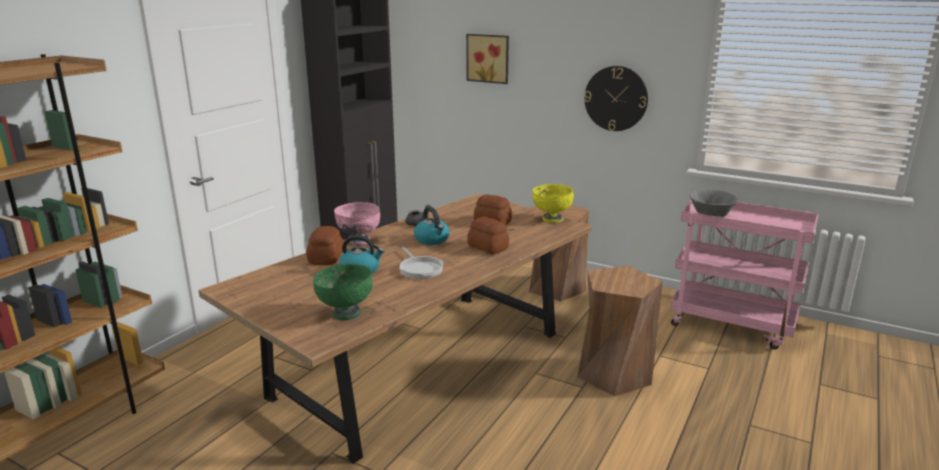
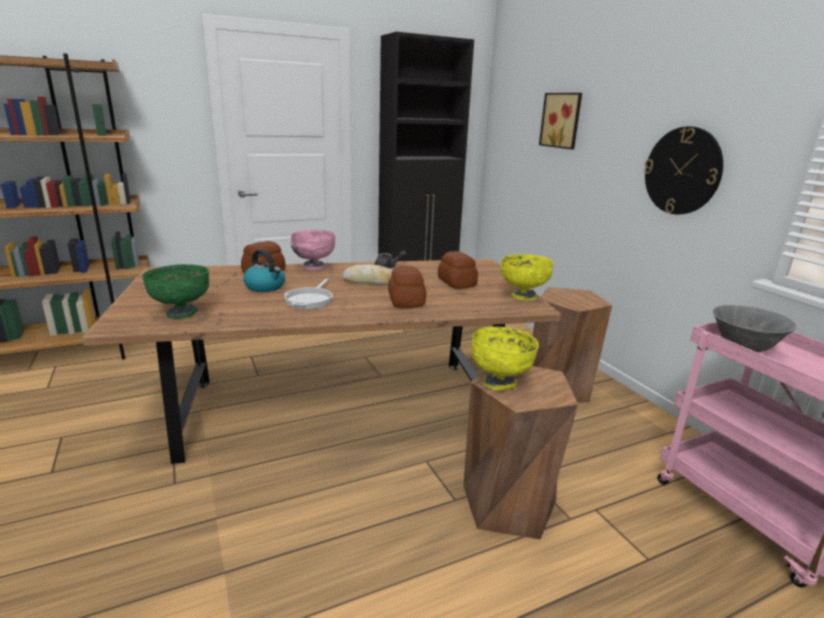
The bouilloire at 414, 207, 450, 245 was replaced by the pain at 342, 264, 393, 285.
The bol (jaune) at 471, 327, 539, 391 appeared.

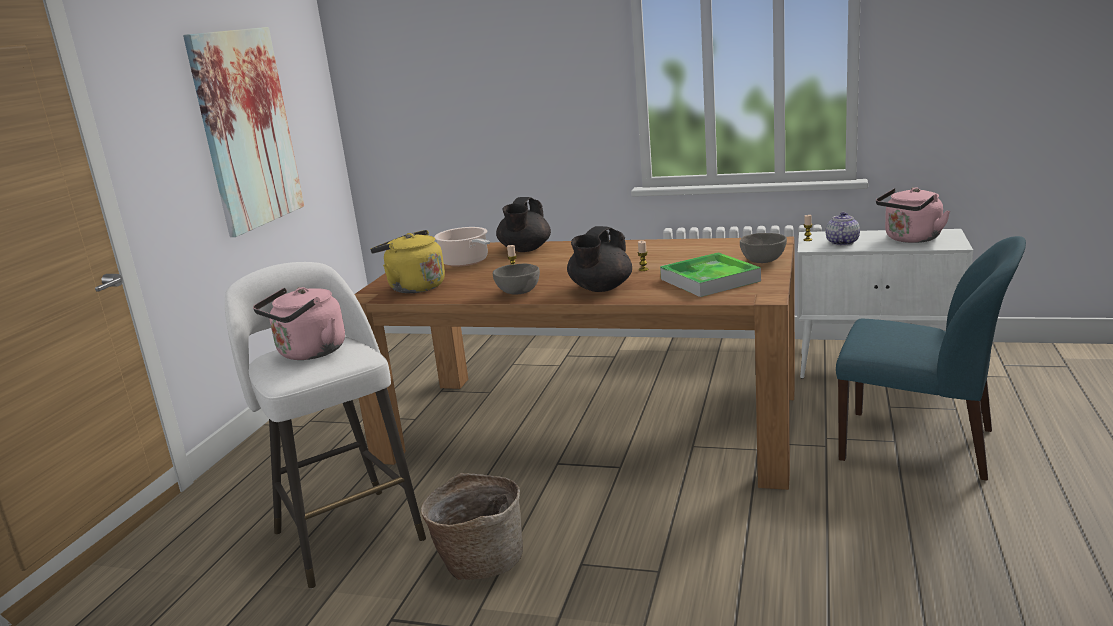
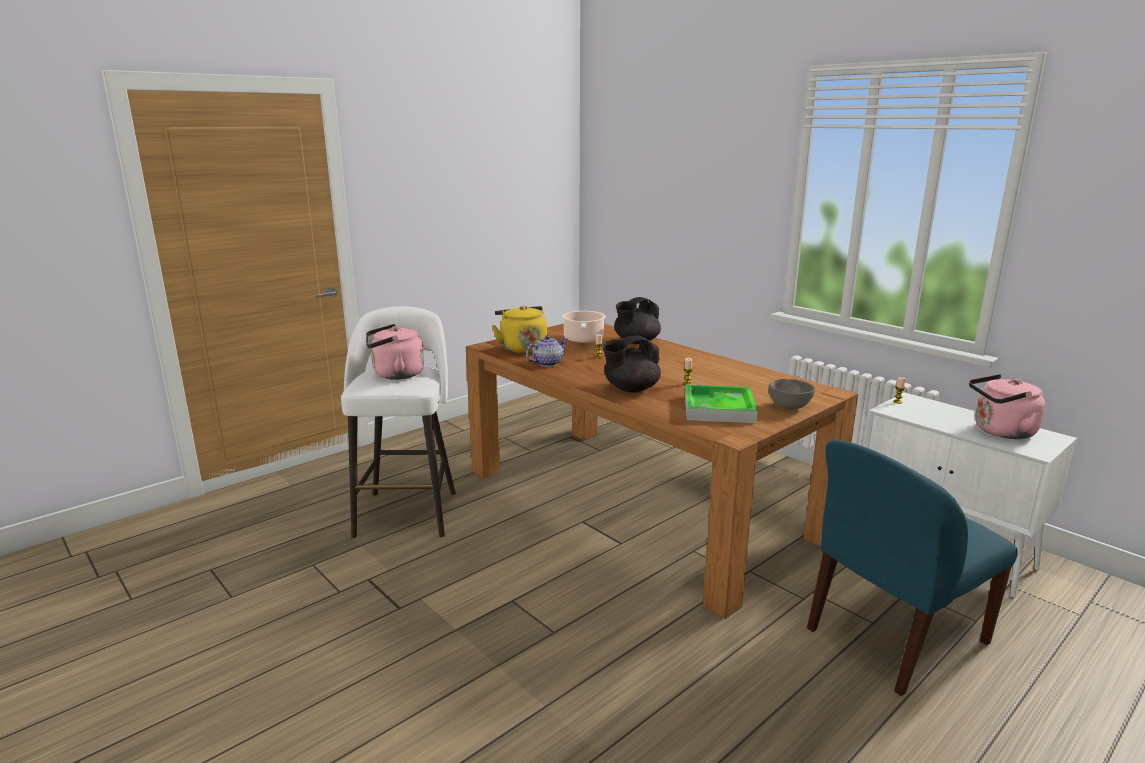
The tableau at 183, 27, 304, 237 disappeared.
The théière moved from 826, 212, 860, 246 to 526, 335, 568, 367.
The chaise (bleu) at 836, 236, 1026, 480 turned 90 degrees clockwise.
The bol (gris) at 493, 264, 540, 295 disappeared.
The panier at 421, 473, 523, 580 disappeared.

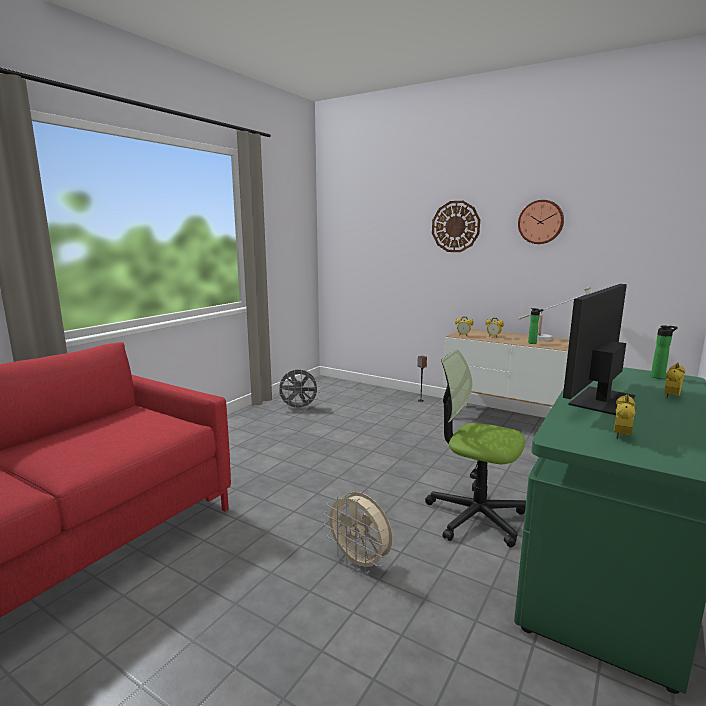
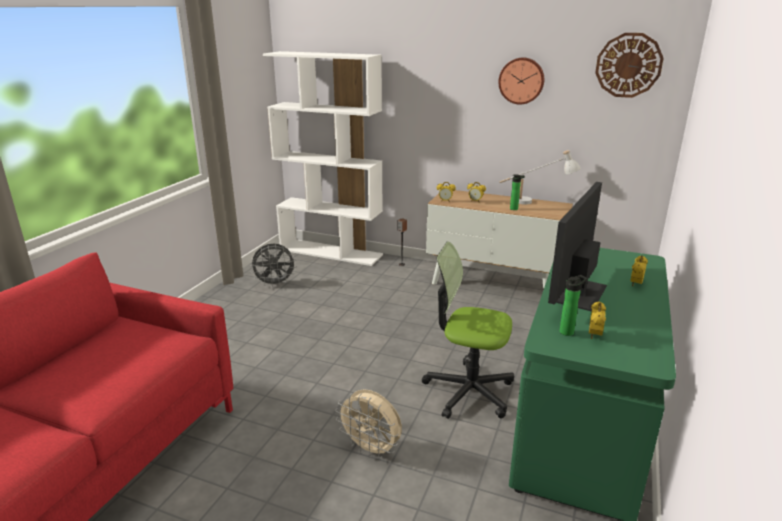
The horloge murale moved from 432, 201, 480, 252 to 595, 33, 664, 98.
The bouteille moved from 651, 325, 678, 379 to 559, 275, 587, 336.
The bibliothèque (blanc) at 263, 51, 383, 266 appeared.

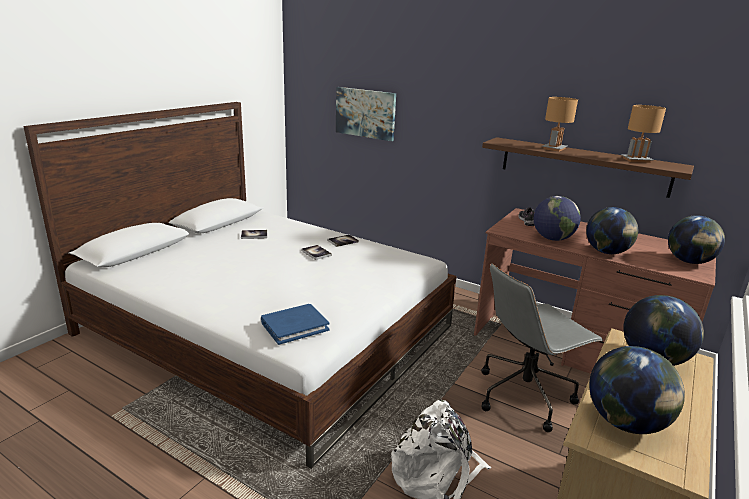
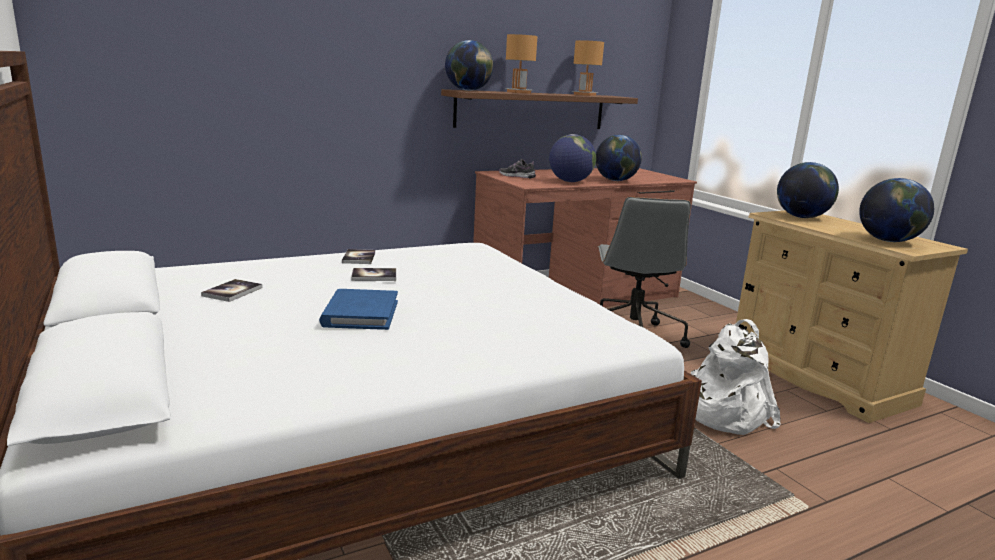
The tableau at 336, 87, 396, 141 disappeared.
The globe moved from 668, 215, 725, 264 to 445, 40, 493, 91.
The livre (bleu) moved from 261, 304, 330, 345 to 319, 289, 398, 330.

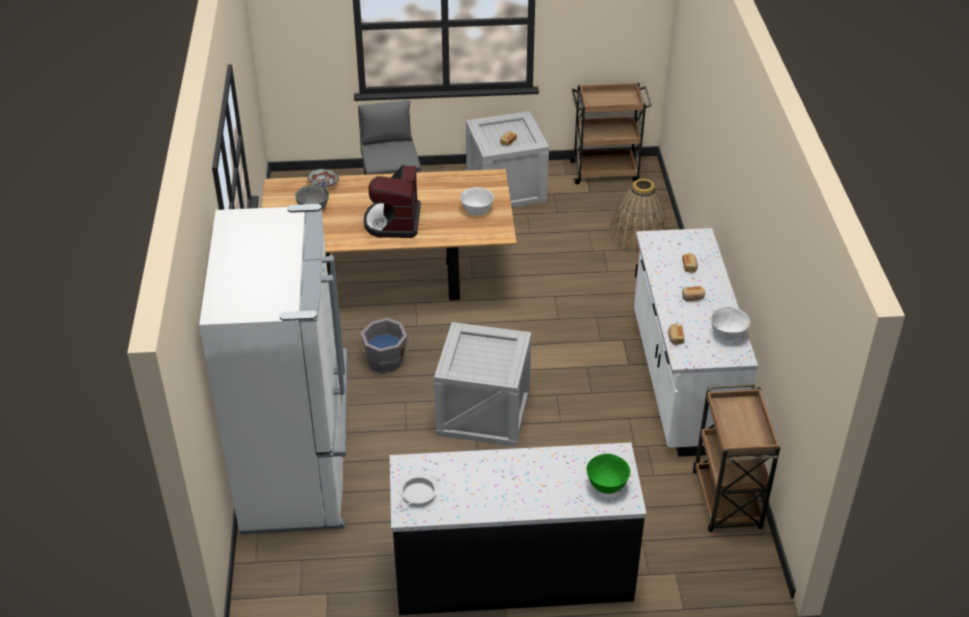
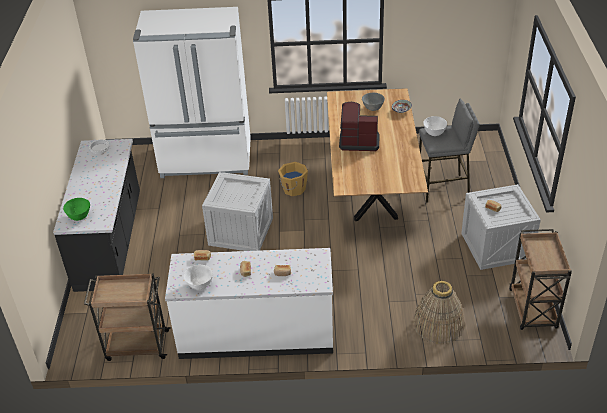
The bol (blanc) moved from 460, 187, 494, 215 to 423, 116, 447, 136.
The seau (gris) at 359, 318, 410, 374 became the seau (orange) at 278, 162, 308, 196.

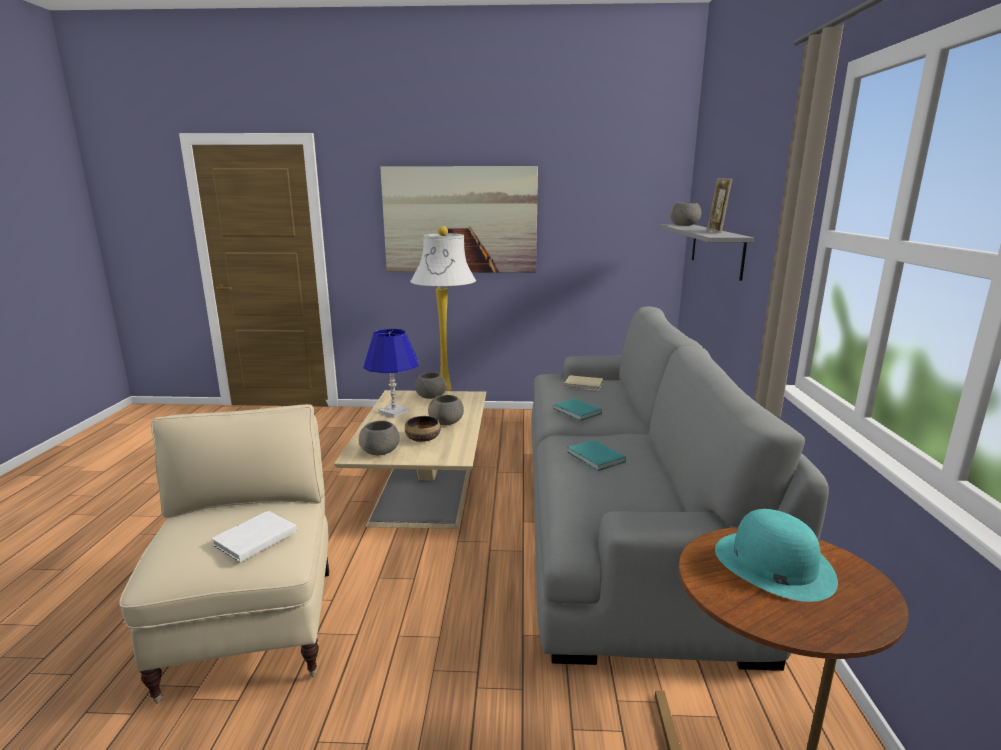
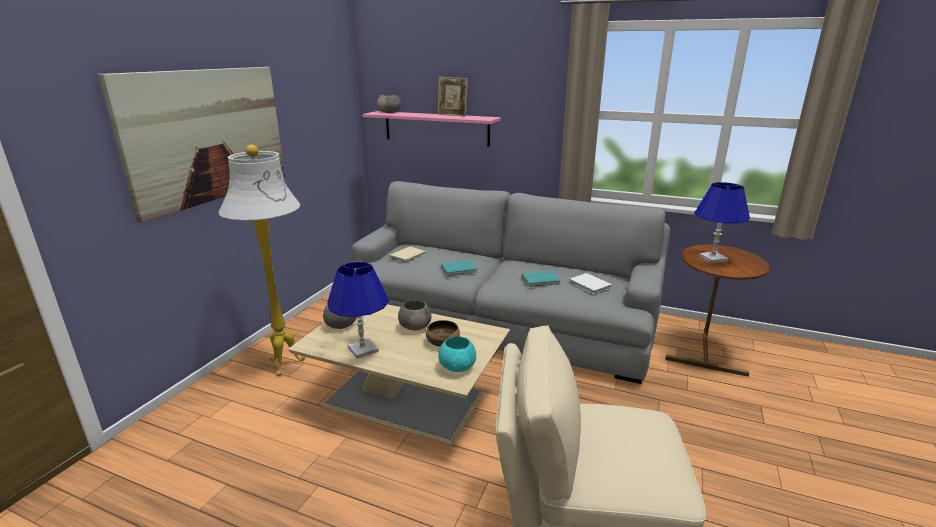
The étagère (gris) at 659, 224, 754, 281 became the étagère (rose) at 363, 111, 501, 147.
The bol (gris) at 359, 421, 400, 455 became the bol (turquoise) at 438, 336, 476, 372.
The chapeau (turquoise) at 715, 509, 838, 602 was replaced by the lampe de table (bleu) at 694, 182, 750, 263.
The livre (blanc) moved from 212, 511, 297, 562 to 569, 273, 612, 294.

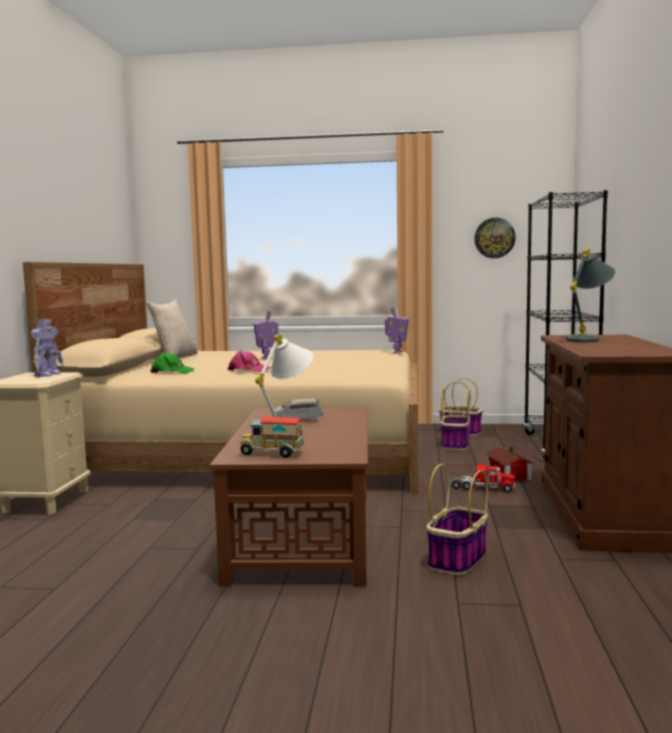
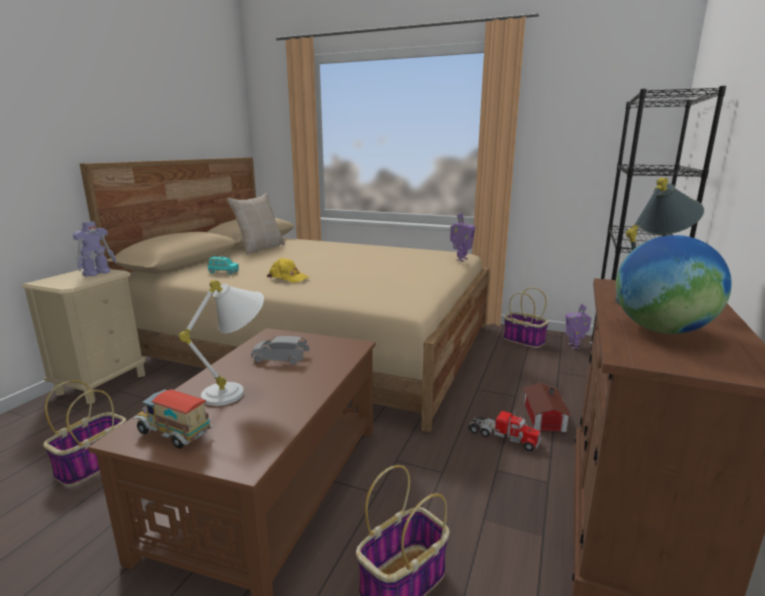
The horloge murale at 474, 218, 516, 258 disappeared.
The robot jouet moved from 254, 311, 278, 359 to 566, 304, 591, 349.
The casquette (rose) at 227, 350, 271, 372 became the casquette (jaune) at 267, 258, 310, 283.
The casquette (vert) at 150, 353, 194, 373 was replaced by the petite voiture (turquoise) at 208, 256, 239, 275.
The panier moved from 441, 388, 470, 450 to 43, 380, 126, 486.
The globe at 616, 235, 732, 334 appeared.

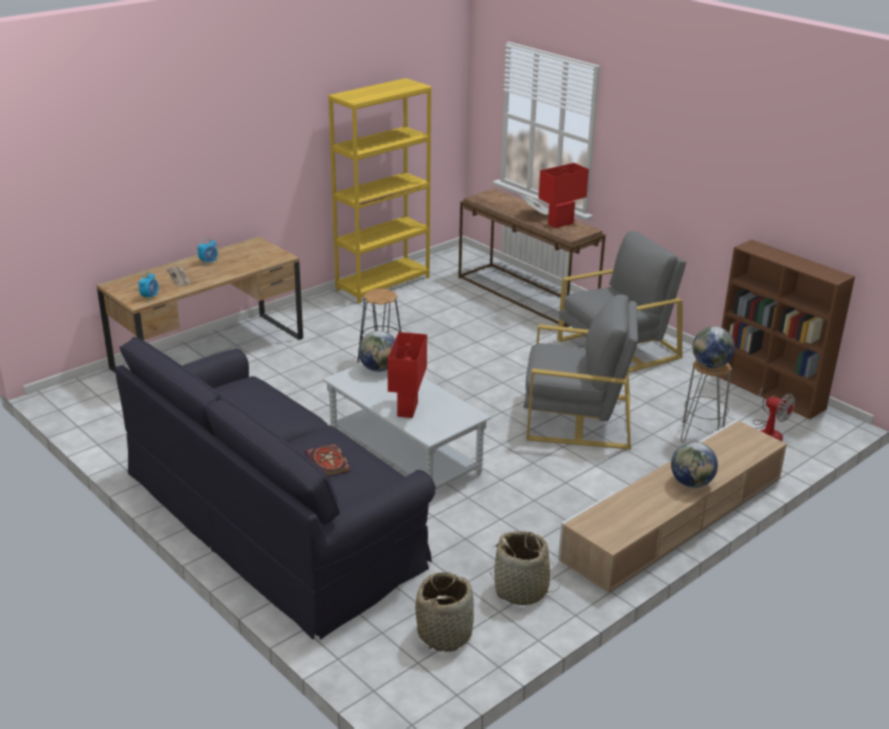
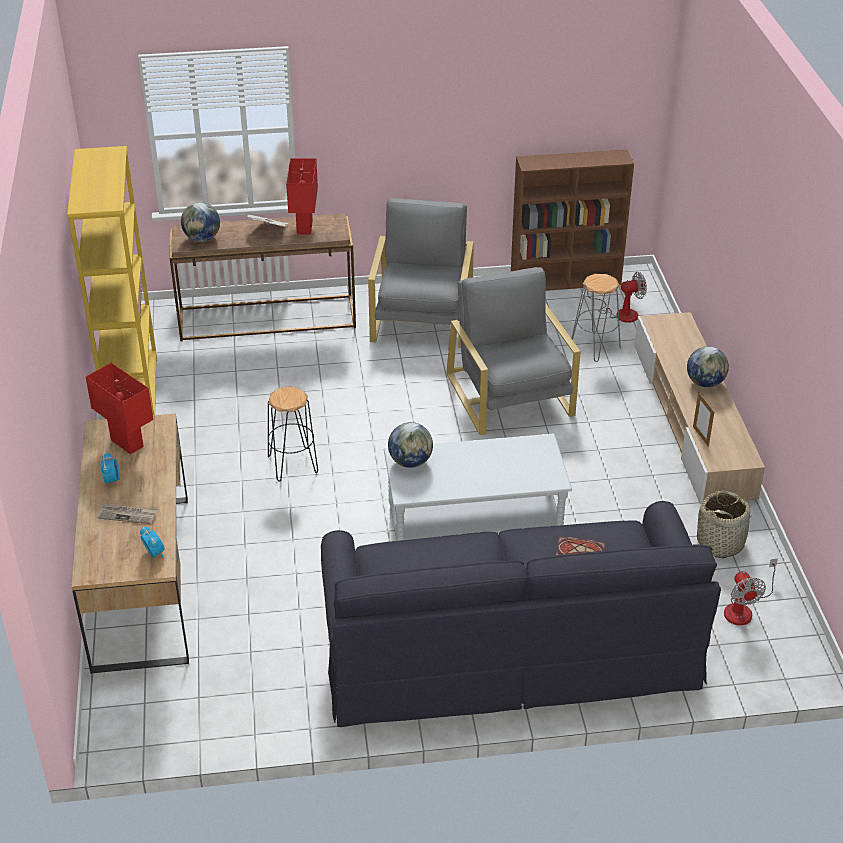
The fauteuil (gris) at 524, 295, 638, 449 turned 60 degrees counterclockwise.
The globe moved from 693, 326, 735, 368 to 181, 202, 220, 242.
The lampe de table (rouge) moved from 387, 332, 427, 418 to 85, 363, 153, 454.
The panier at 415, 572, 474, 652 was replaced by the ventilateur at 724, 559, 778, 625.
The cadre photo at 693, 392, 714, 447 appeared.

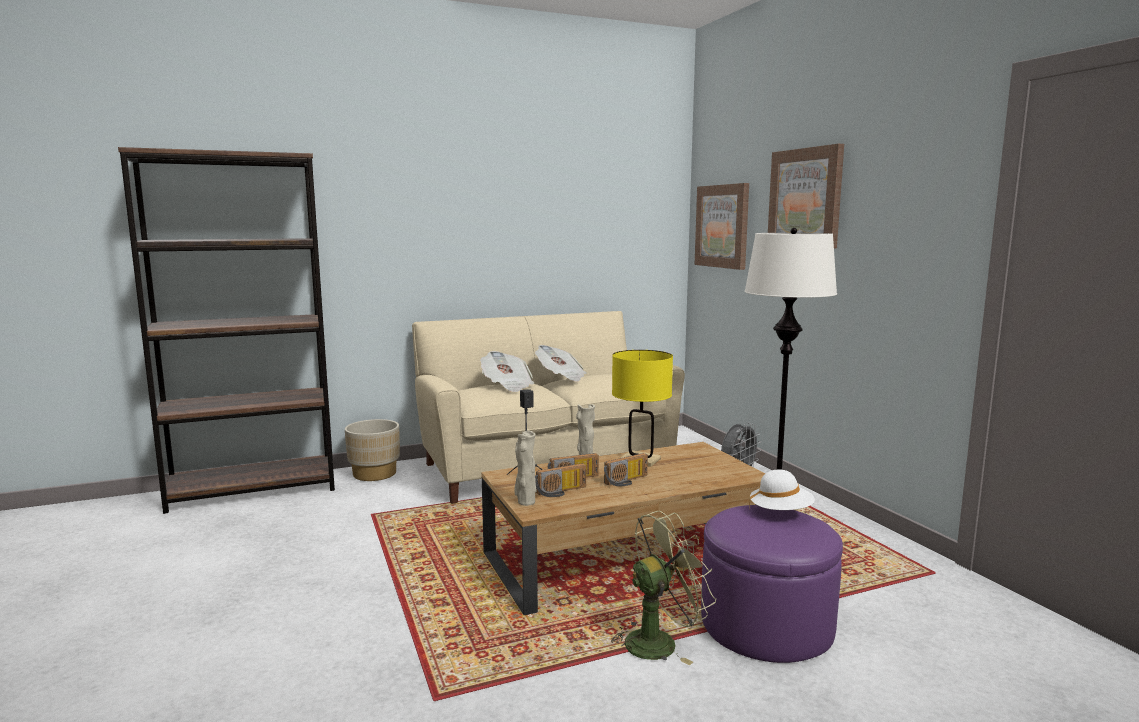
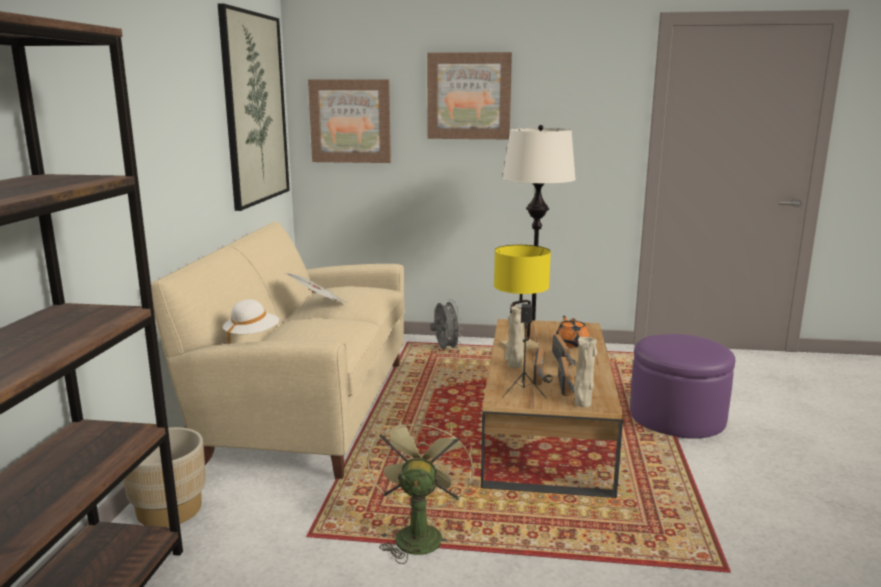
The journal at 480, 351, 534, 392 disappeared.
The chapeau (blanc) moved from 749, 469, 815, 510 to 223, 299, 279, 344.
The ventilateur (vert) moved from 611, 511, 716, 665 to 367, 414, 474, 564.
The tableau at 218, 4, 290, 211 appeared.
The théière (orange) at 556, 316, 589, 348 appeared.

